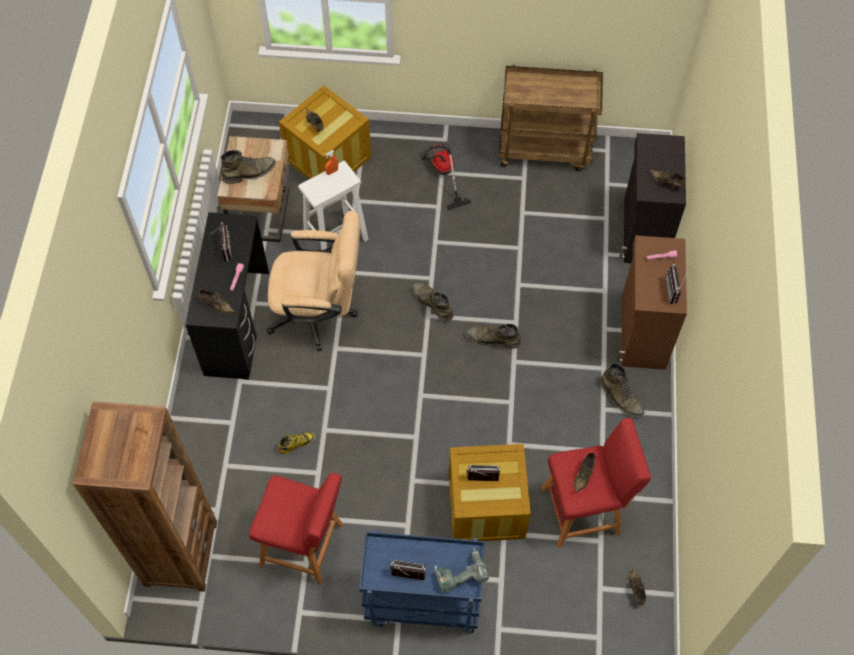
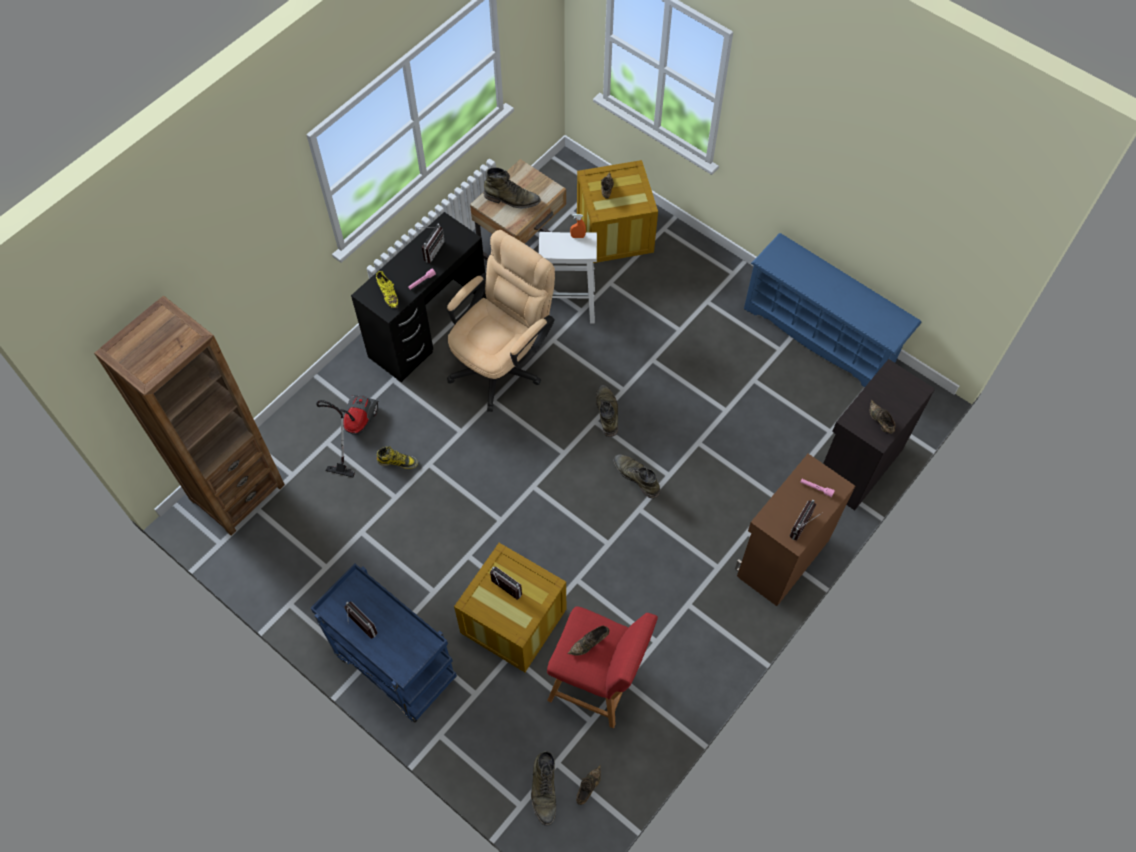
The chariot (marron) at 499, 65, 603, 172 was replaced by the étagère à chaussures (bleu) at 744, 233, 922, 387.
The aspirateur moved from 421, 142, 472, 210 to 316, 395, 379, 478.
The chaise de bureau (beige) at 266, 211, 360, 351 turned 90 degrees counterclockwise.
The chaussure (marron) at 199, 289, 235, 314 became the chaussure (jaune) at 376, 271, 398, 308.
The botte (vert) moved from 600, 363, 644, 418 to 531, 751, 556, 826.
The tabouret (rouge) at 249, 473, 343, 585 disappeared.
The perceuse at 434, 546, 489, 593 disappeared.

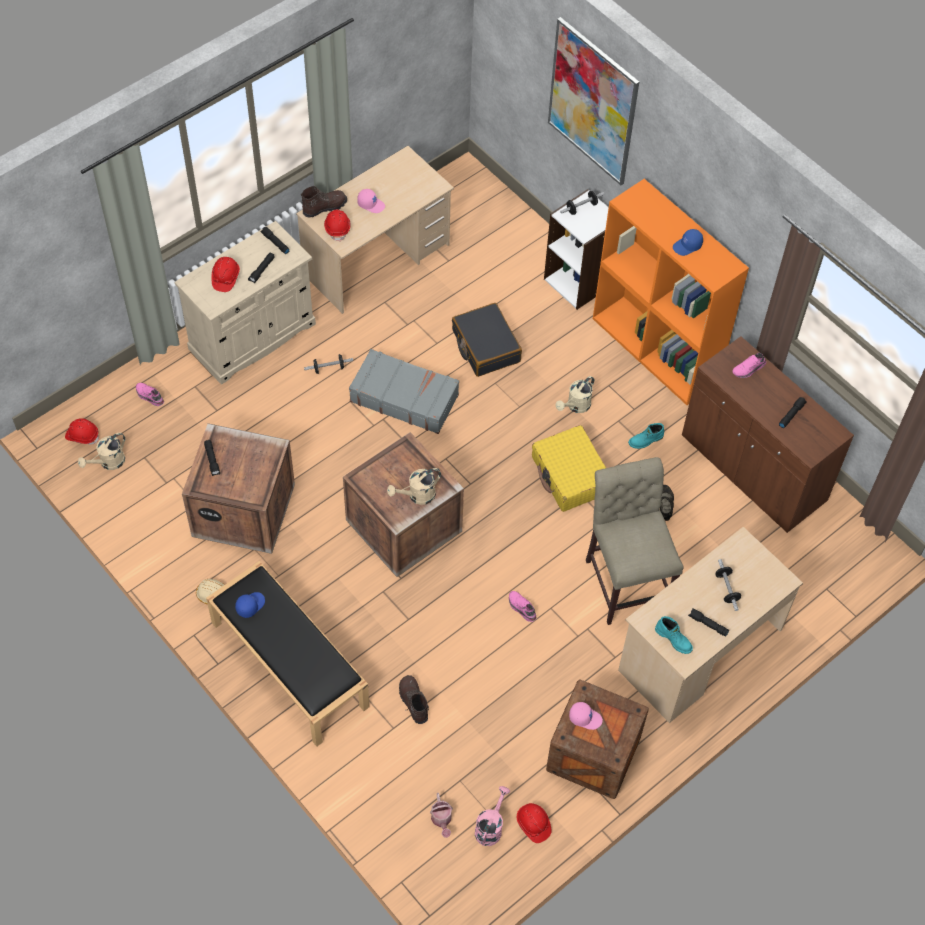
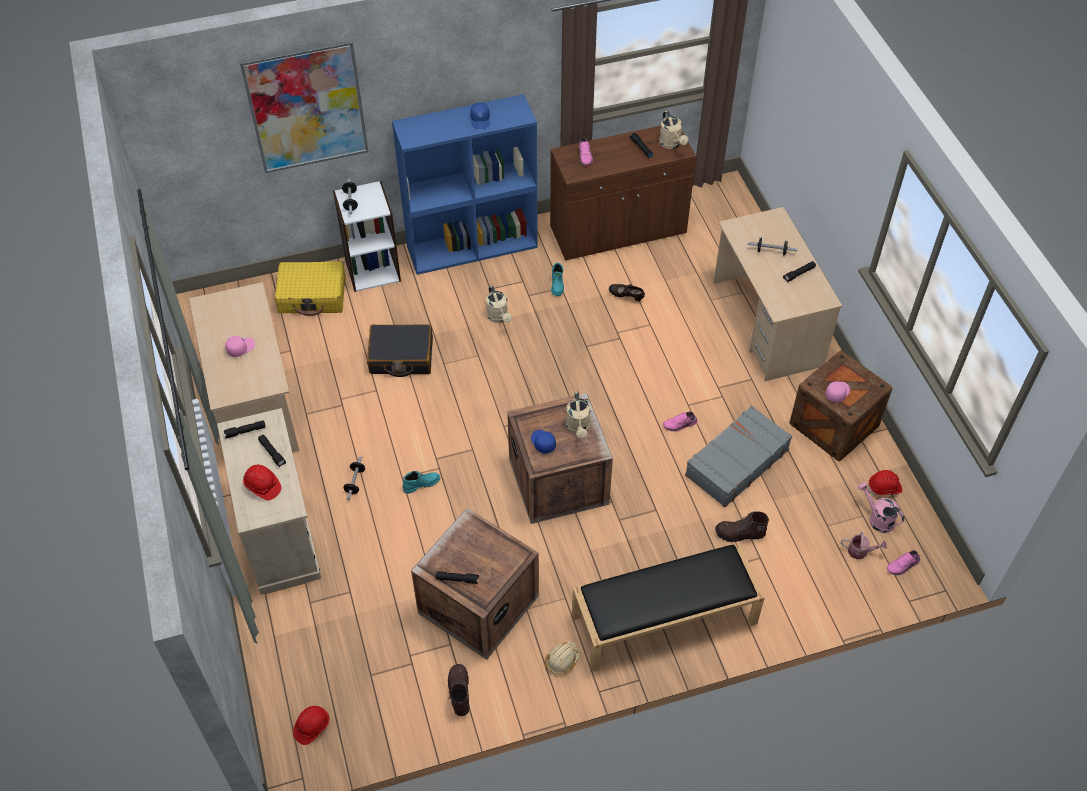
The bibliothèque (orange) at 593, 179, 749, 405 became the bibliothèque (bleu) at 392, 94, 538, 275.
The botte (marron) moved from 301, 186, 347, 218 to 448, 664, 470, 716.
The casque de chantier (rouge) at 324, 209, 350, 242 disappeared.
The valise (gris) moved from 349, 349, 459, 434 to 685, 406, 792, 507.
The chaussure (rose) moved from 136, 383, 164, 406 to 887, 550, 920, 575.
The valise (jaune) moved from 532, 425, 606, 512 to 275, 261, 346, 316.
The arrosoir (beige) moved from 78, 432, 125, 470 to 659, 111, 688, 149.
The chaise (beige) at 586, 457, 684, 625 disappeared.
The casquette (bleu) moved from 235, 592, 265, 618 to 531, 430, 556, 454.
The botte (turquoise) moved from 655, 616, 693, 654 to 403, 471, 440, 494.

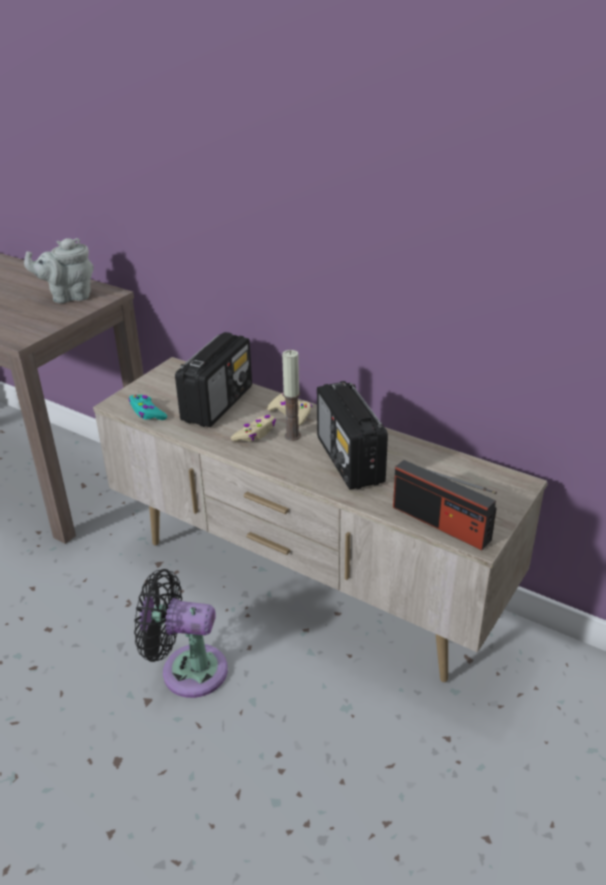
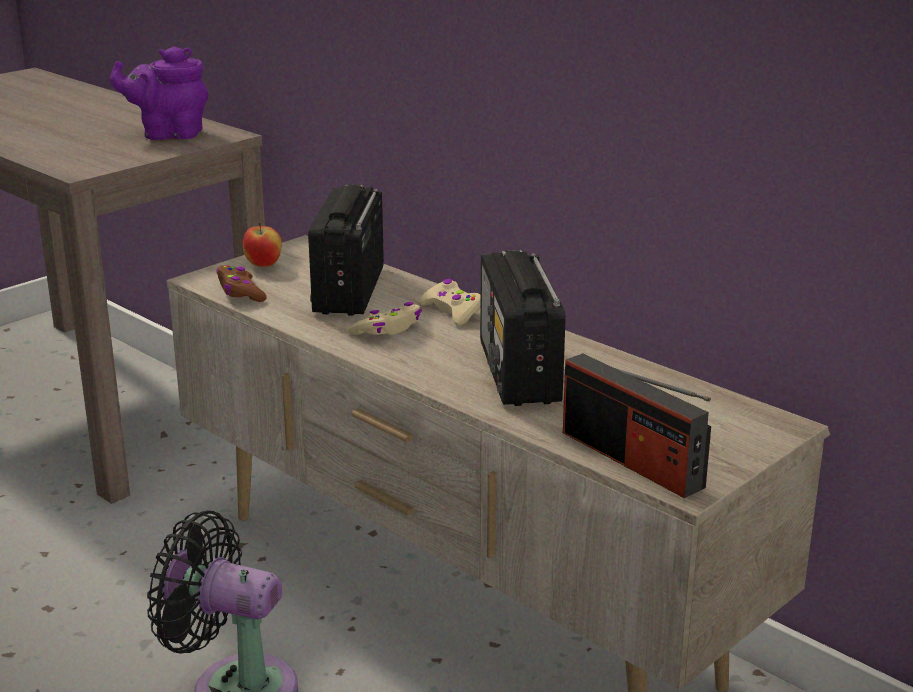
The théière (gris) at 24, 238, 94, 303 became the théière (violet) at 110, 46, 208, 140.
The radio at 175, 332, 252, 427 turned 150 degrees clockwise.
The bougie at 282, 350, 301, 441 disappeared.
The manette (turquoise) at 129, 395, 167, 420 became the manette (marron) at 216, 265, 267, 302.
The pomme at 243, 222, 282, 267 appeared.

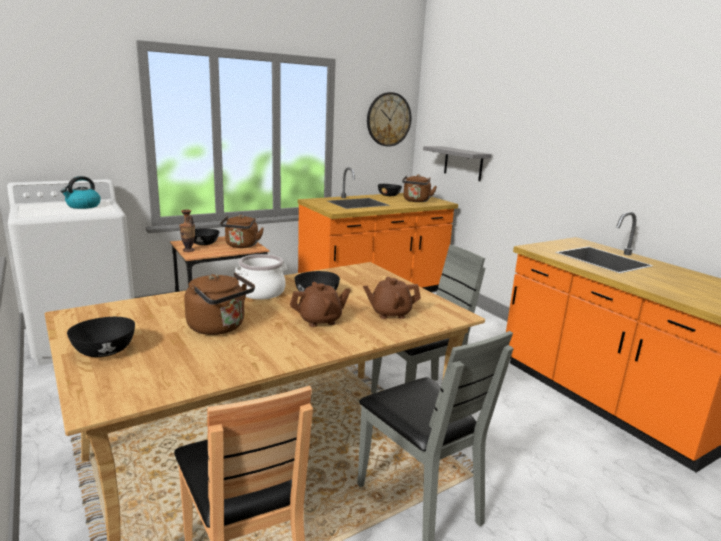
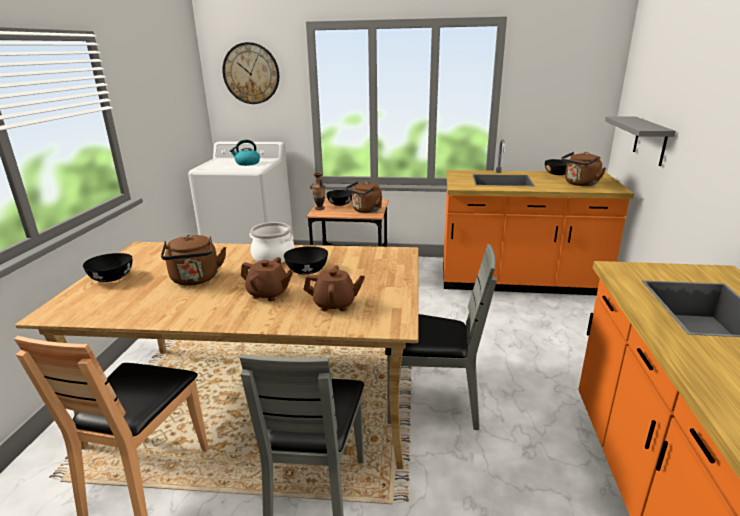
The horloge murale moved from 367, 92, 411, 147 to 222, 42, 279, 104.
The théière (marron) at 363, 277, 421, 319 turned 150 degrees clockwise.

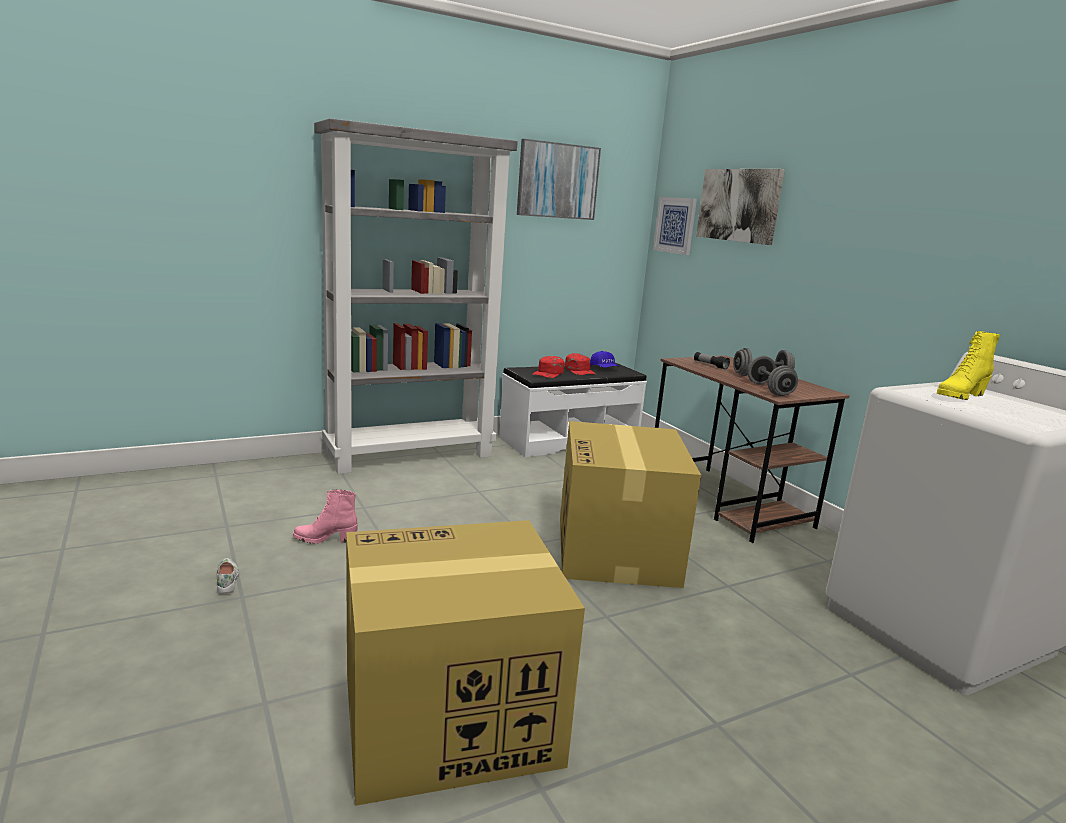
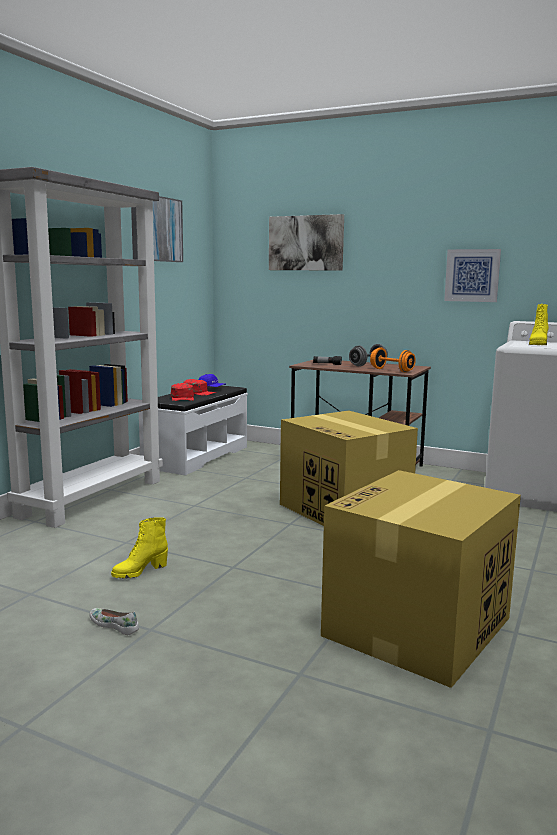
The tableau moved from 653, 197, 697, 255 to 444, 249, 501, 302.
The haltère (gris) at 747, 356, 798, 396 became the haltère (orange) at 370, 348, 416, 372.
The botte (rose) at 293, 490, 358, 544 became the botte (jaune) at 111, 517, 168, 579.

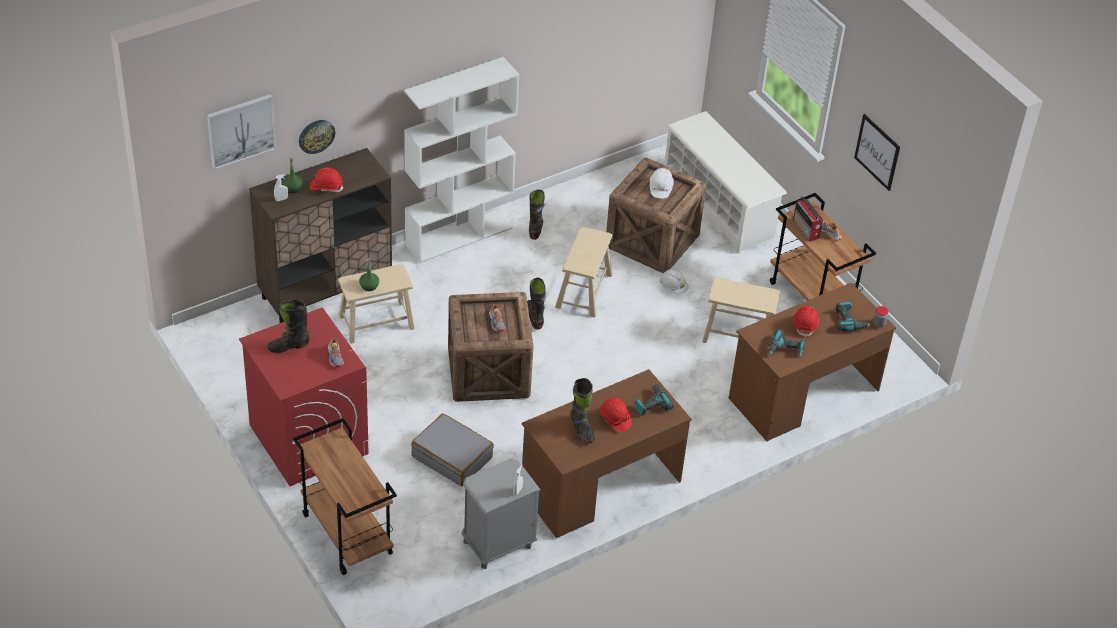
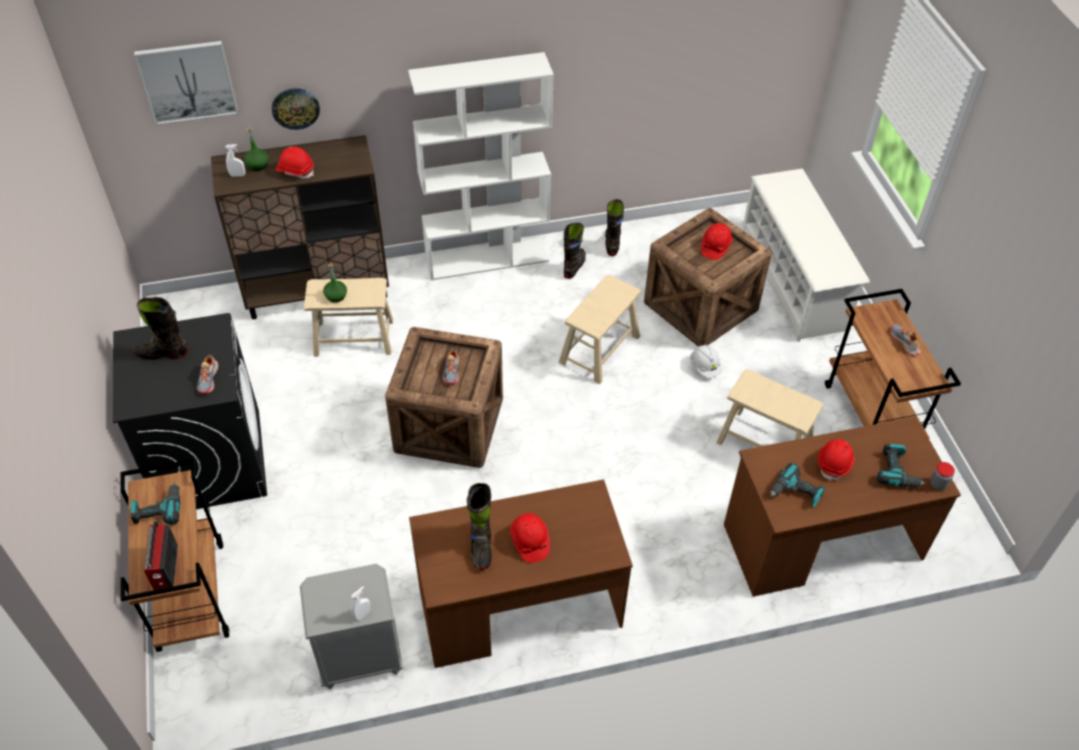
The tableau at 854, 114, 900, 191 disappeared.
The casque de chantier (blanc) at 650, 168, 674, 199 became the casque de chantier (rouge) at 701, 223, 733, 260.
The radio moved from 793, 196, 823, 242 to 144, 520, 178, 590.
The botte (noir) moved from 527, 278, 546, 330 to 605, 199, 624, 256.
The lave-linge (rouge) at 239, 308, 369, 486 became the lave-linge (noir) at 113, 313, 267, 509.
The perceuse moved from 635, 383, 674, 416 to 131, 482, 180, 525.
The valise (gris) at 411, 413, 494, 486 disappeared.

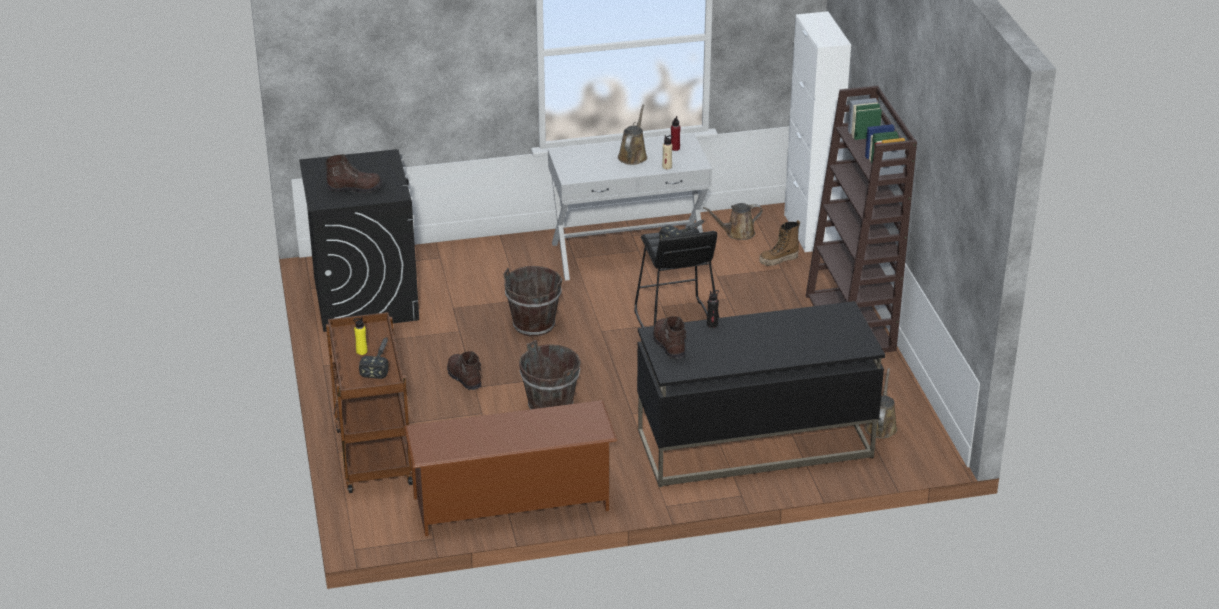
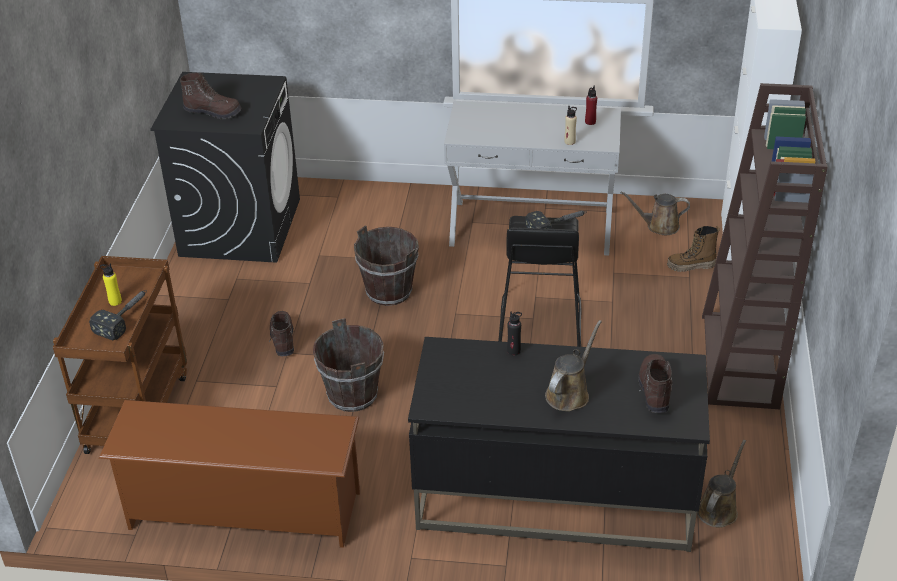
The arrosoir (marron) moved from 618, 105, 647, 165 to 545, 320, 602, 411.
The botte (marron) moved from 653, 316, 686, 359 to 638, 354, 673, 413.

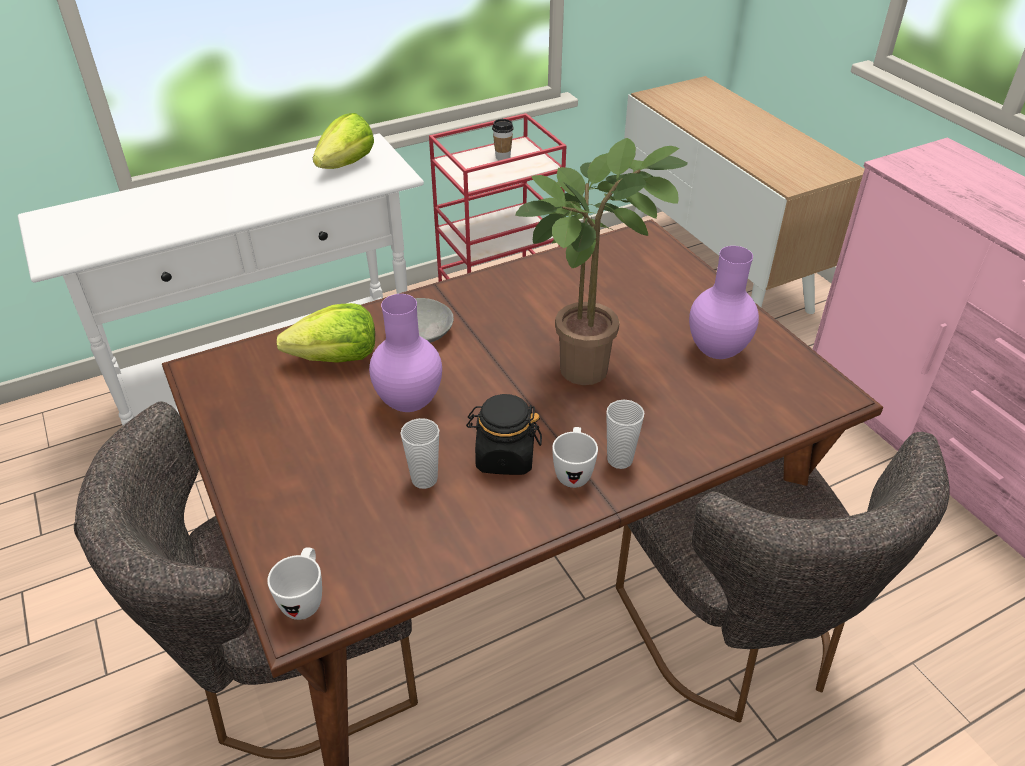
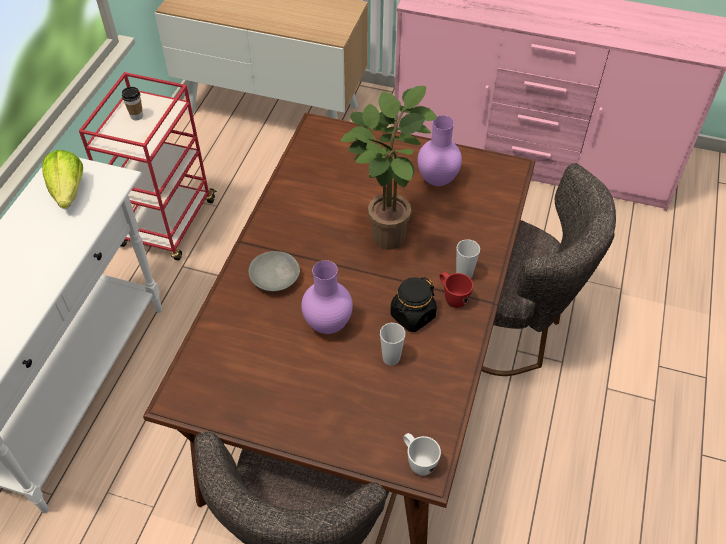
The laitue at 276, 303, 375, 363 disappeared.
The mug (blanc) at 552, 427, 598, 488 became the mug (rouge) at 440, 272, 473, 308.

